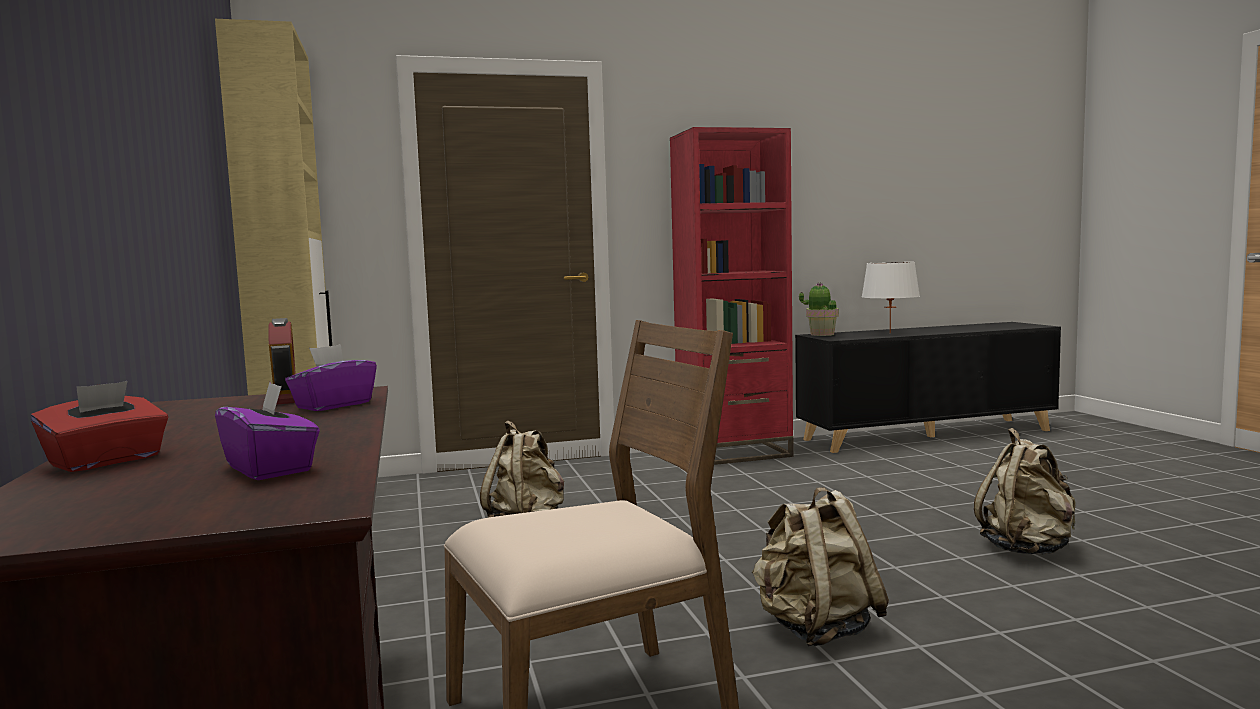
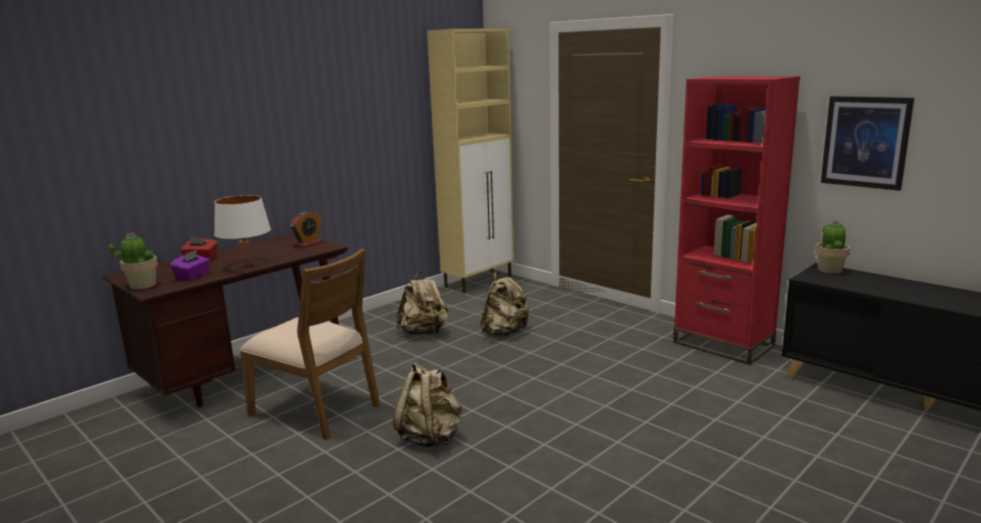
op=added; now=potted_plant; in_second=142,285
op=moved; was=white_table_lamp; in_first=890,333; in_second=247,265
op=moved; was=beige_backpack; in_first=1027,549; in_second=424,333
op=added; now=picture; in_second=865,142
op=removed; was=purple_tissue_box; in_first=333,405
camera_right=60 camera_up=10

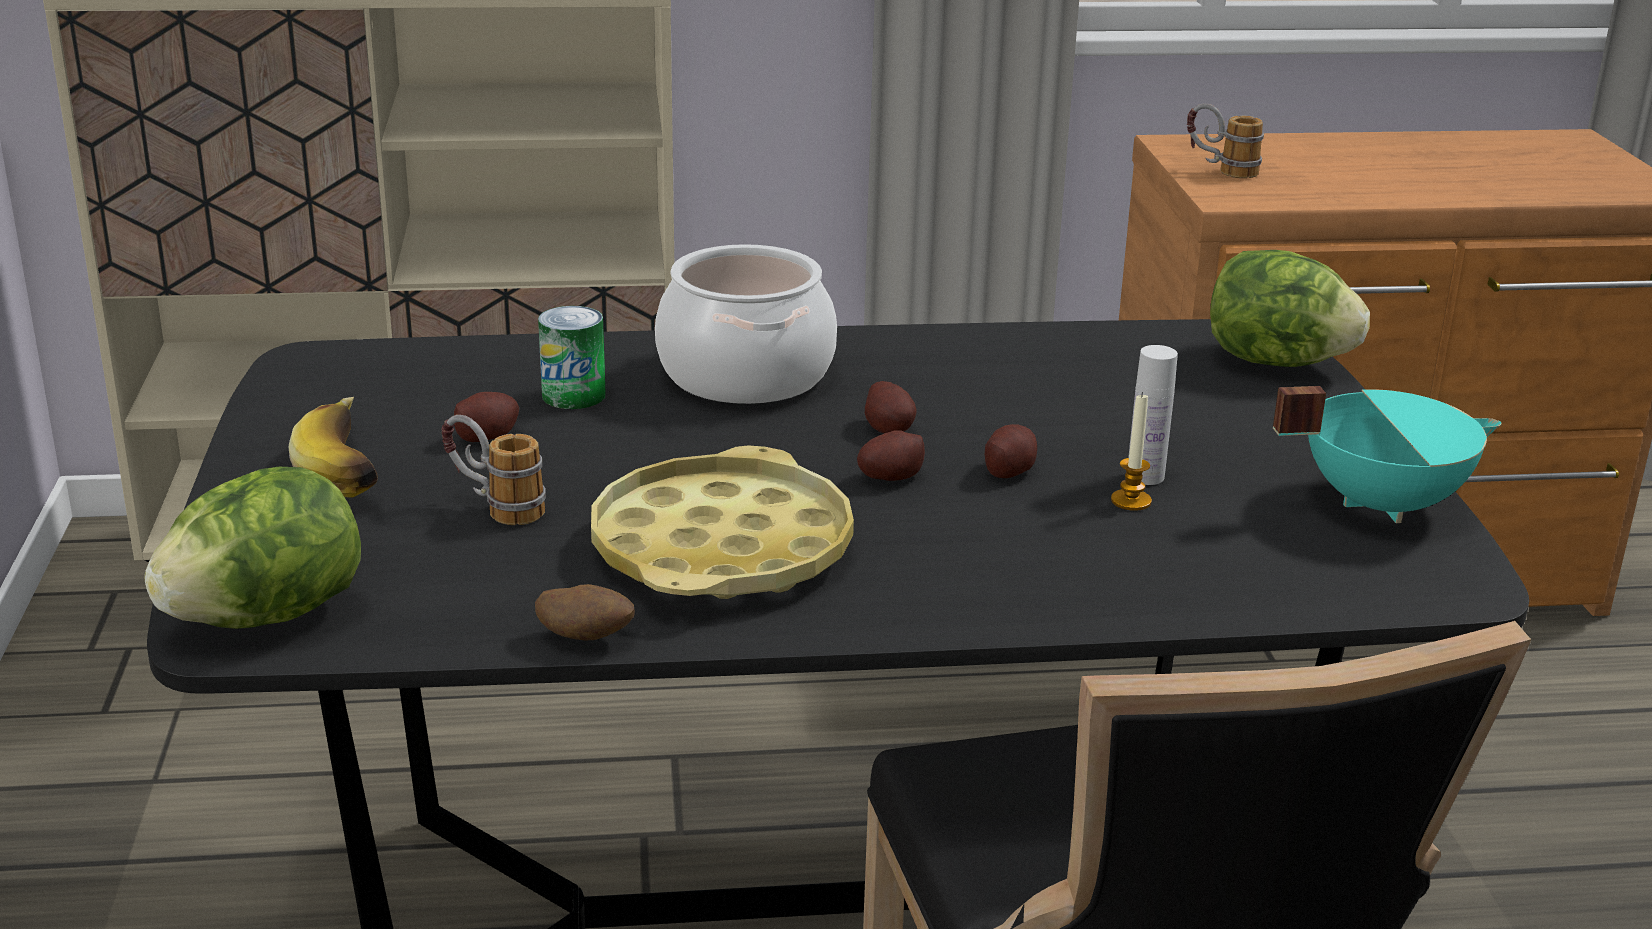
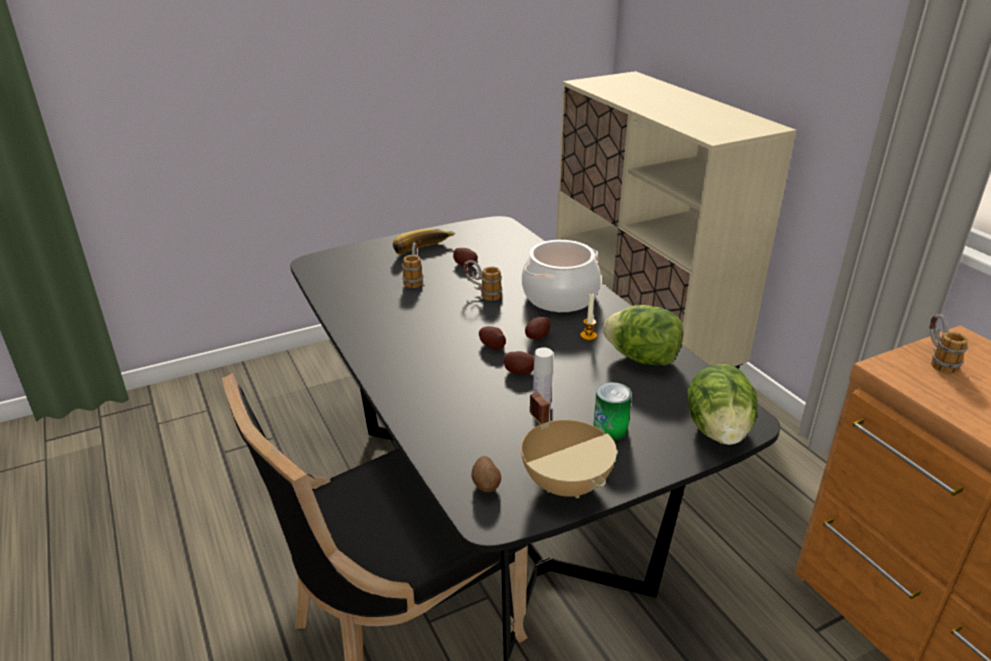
op=added; now=mug; in_second=482,294
op=moved; was=potato; in_first=586,638; in_second=486,486
op=recoloured; was=turquoise_cooking_pot; now=beige_cooking_pot; in_first=1380,502; in_second=567,483
op=moved; was=candle; in_first=1131,501; in_second=588,336
op=moved; was=can; in_first=573,395; in_second=610,429
op=moved; was=lettuce; in_first=267,616; in_second=642,358
op=removed; was=yellow_tray; in_first=722,548
camera_right=70 camera_up=5

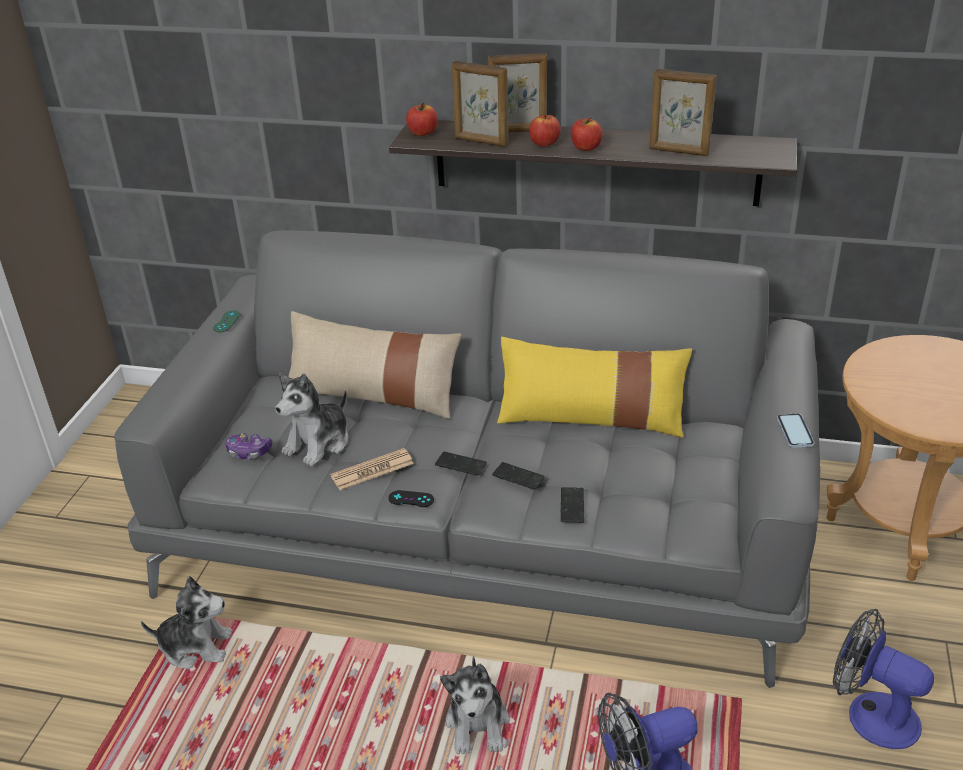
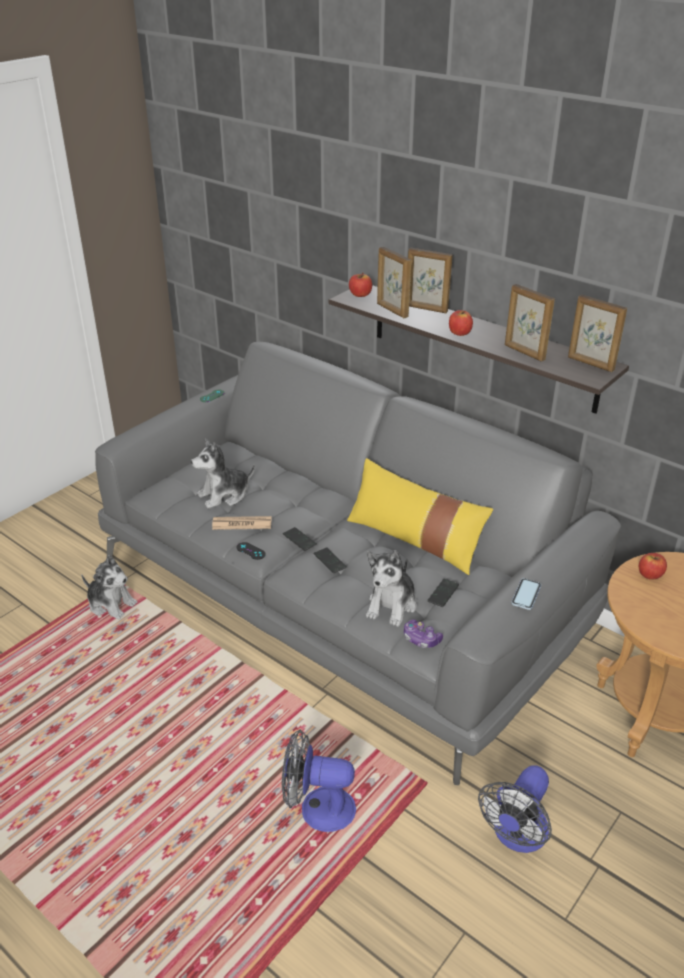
op=moved; was=plush_toy; in_first=478,723; in_second=392,605
op=moved; was=game_controller; in_first=249,452; in_second=421,639
op=moved; was=phone; in_first=572,506; in_second=443,593
op=turned; was=fan; in_first=871,714; in_second=516,836; clockwise=-120
op=added; now=picture_frame; in_second=590,364
op=moved; was=apple; in_first=544,143; in_second=650,575
op=removed; was=beige_pillow; in_first=373,394
camera_right=25 camera_up=0

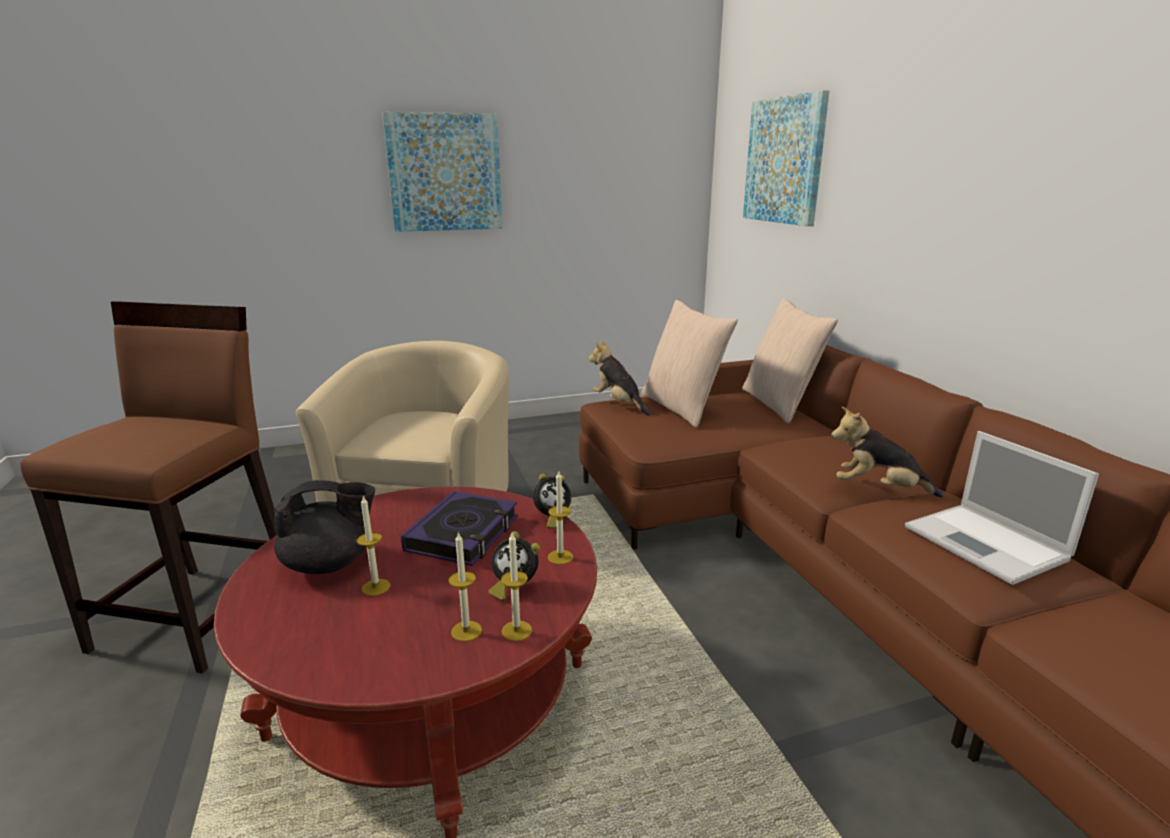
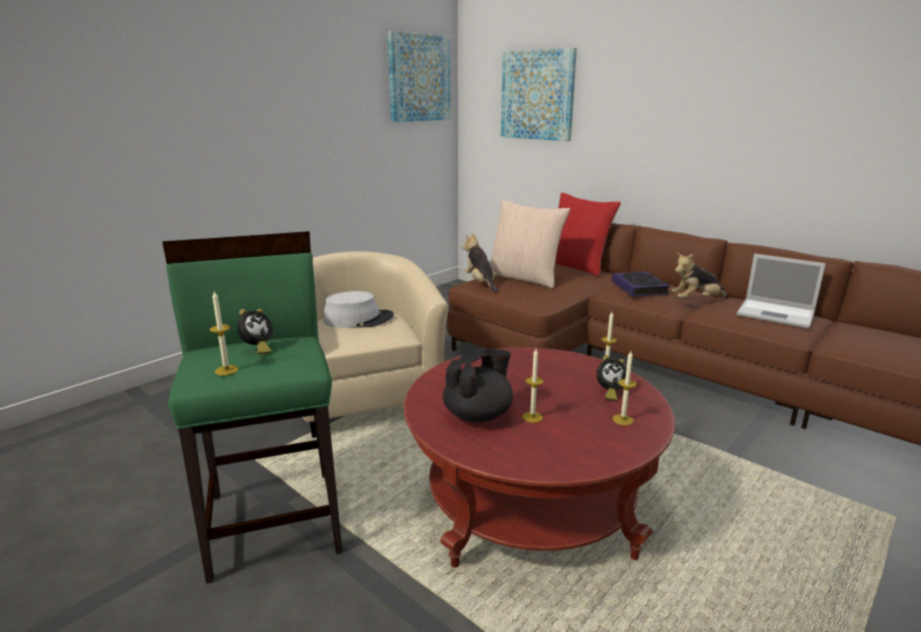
op=recoloured; was=brown_stool; now=green_stool; in_first=200,614; in_second=275,521
op=moved; was=candle; in_first=516,631; in_second=226,370
op=moved; was=alarm_clock; in_first=551,519; in_second=257,349
op=added; now=grey_hat; in_second=358,319
op=moved; was=picture; in_first=444,173; in_second=419,78
op=turned; was=plush_toy; in_first=619,404; in_second=480,283; clockwise=45
op=recoloured; was=beige_pillow; now=red_pillow; in_first=779,404; in_second=576,266
op=moved; was=book; in_first=463,534; in_second=639,288
camera_right=-30 camera_up=0

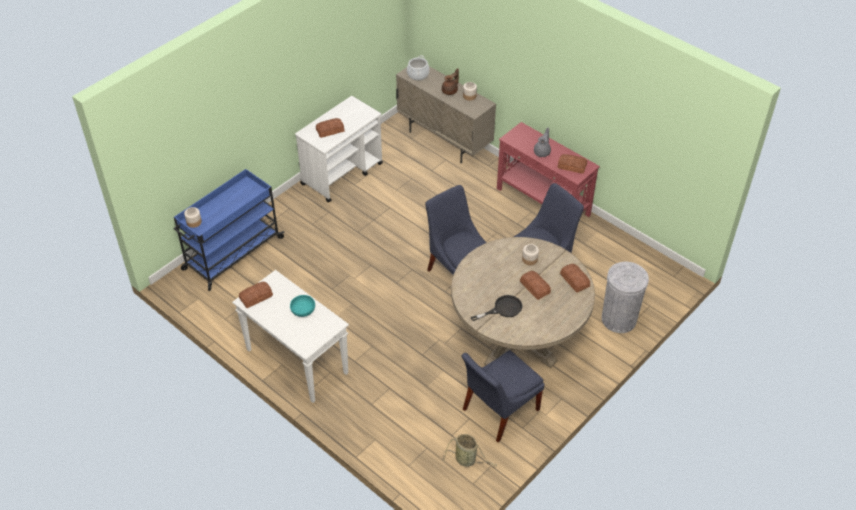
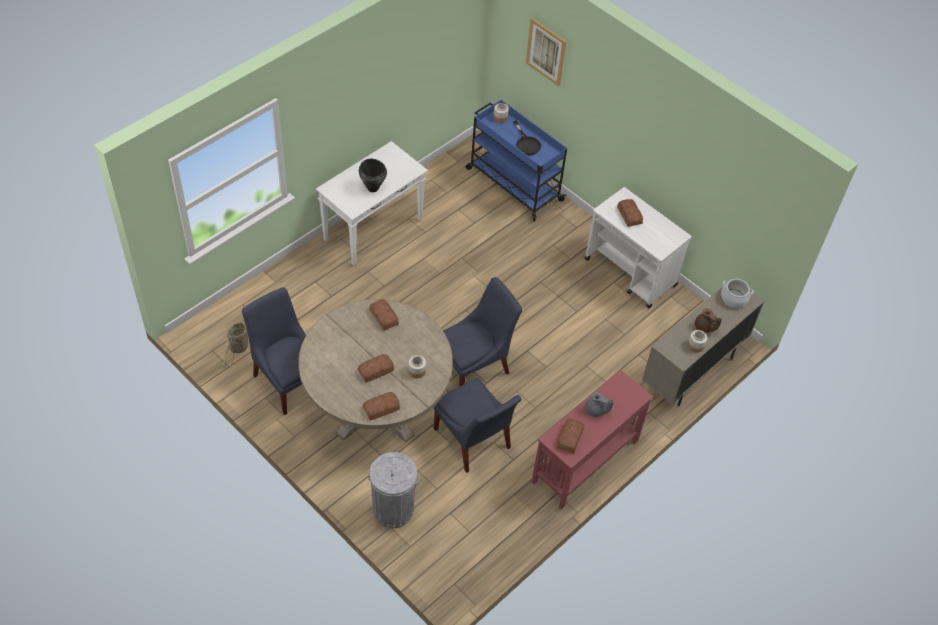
op=replaced; was=turquoise_bowl; now=black_cooking_pot; in_first=303,310; in_second=373,188
op=moved; was=bread; in_first=256,297; in_second=383,317
op=moved; was=black_frying_pan; in_first=503,309; in_second=526,143
op=added; now=picture; in_second=546,52
camera_right=90 camera_up=5

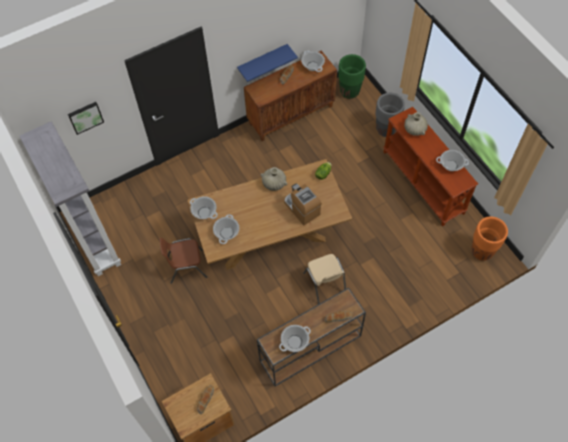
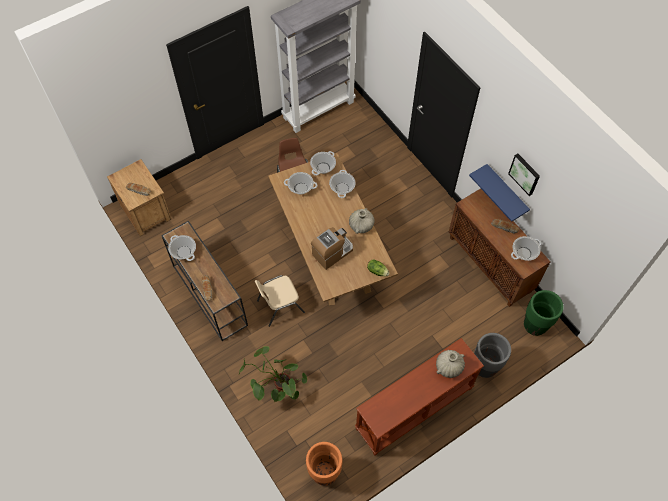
op=added; now=potted_plant; in_second=276,387
op=moved; was=cooking_pot; in_first=451,165; in_second=342,188
op=moved; was=picture; in_first=85,117; in_second=525,173
camera_right=85 camera_up=0

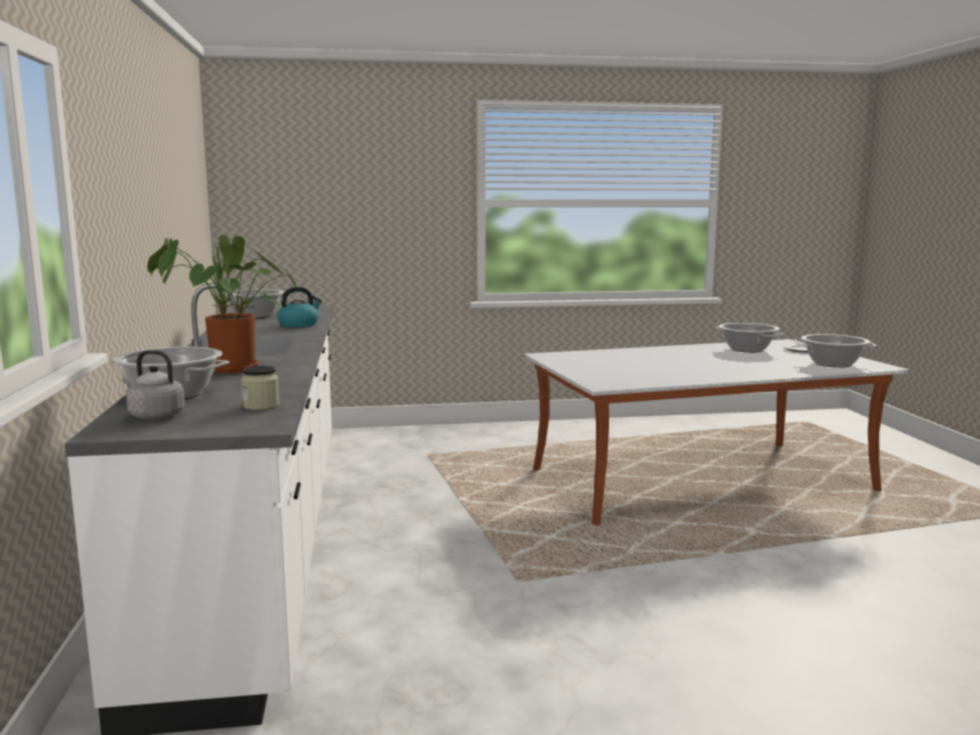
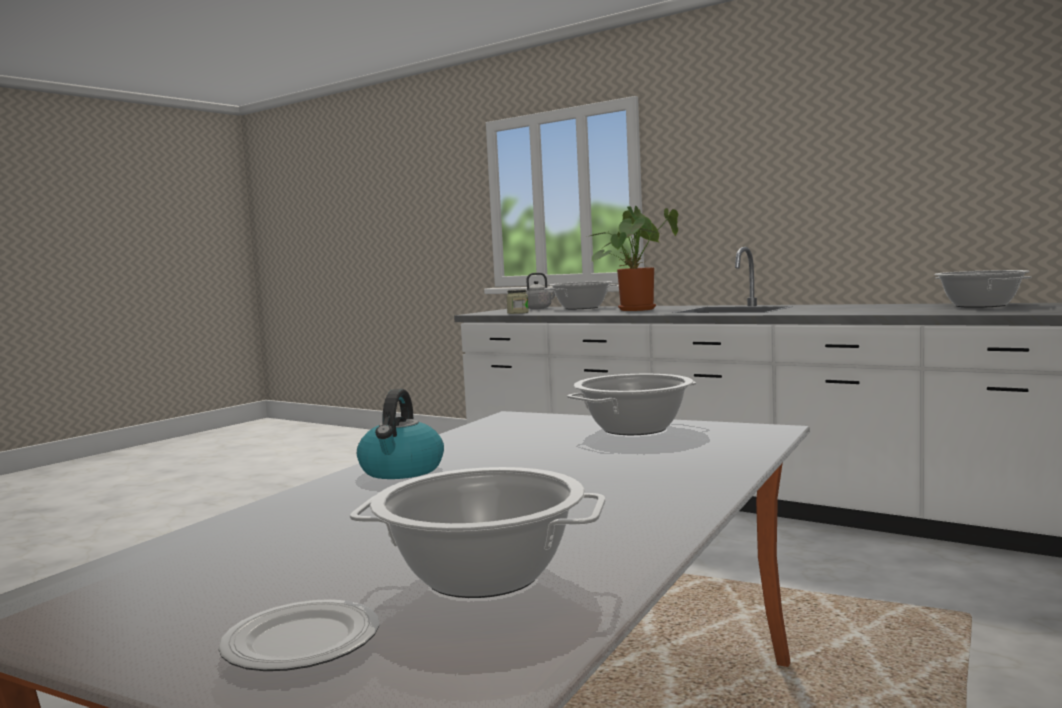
op=moved; was=kettle; in_first=299,325; in_second=402,471
op=moved; was=cooking_pot; in_first=833,364; in_second=634,429
camera_right=135 camera_up=-5

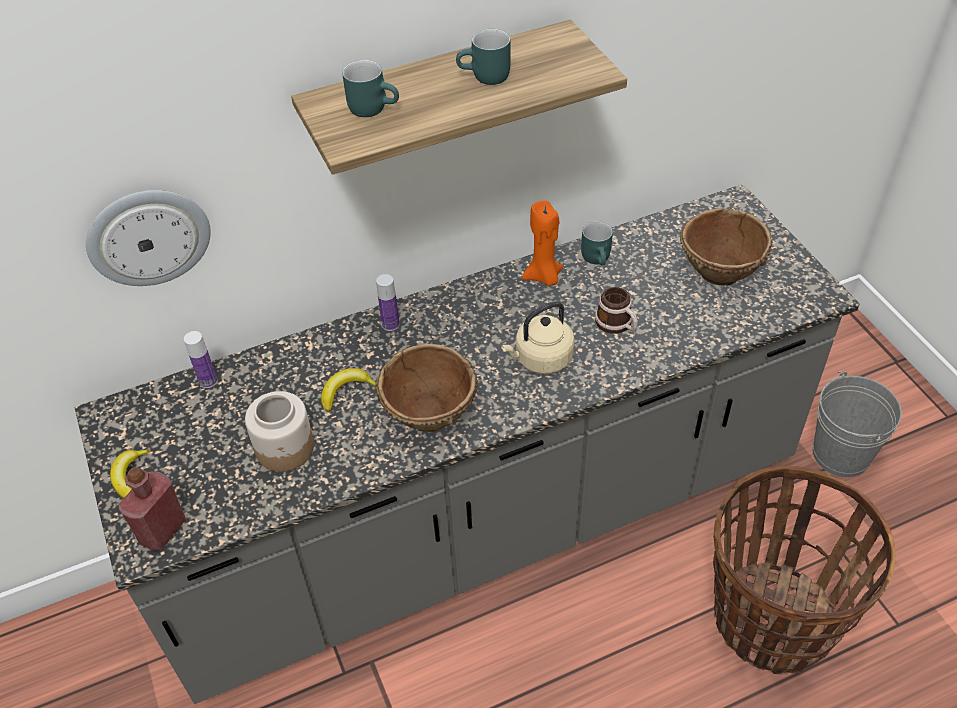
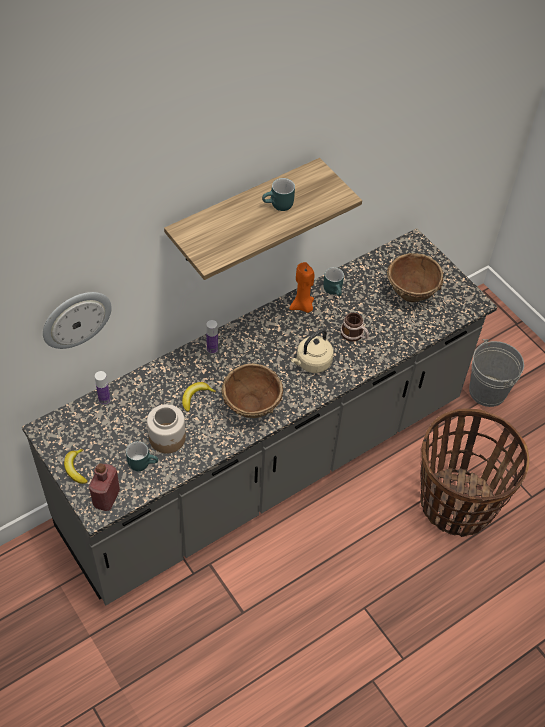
op=moved; was=turquoise_mug; in_first=374,107; in_second=142,462
camera_right=-15 camera_up=5

